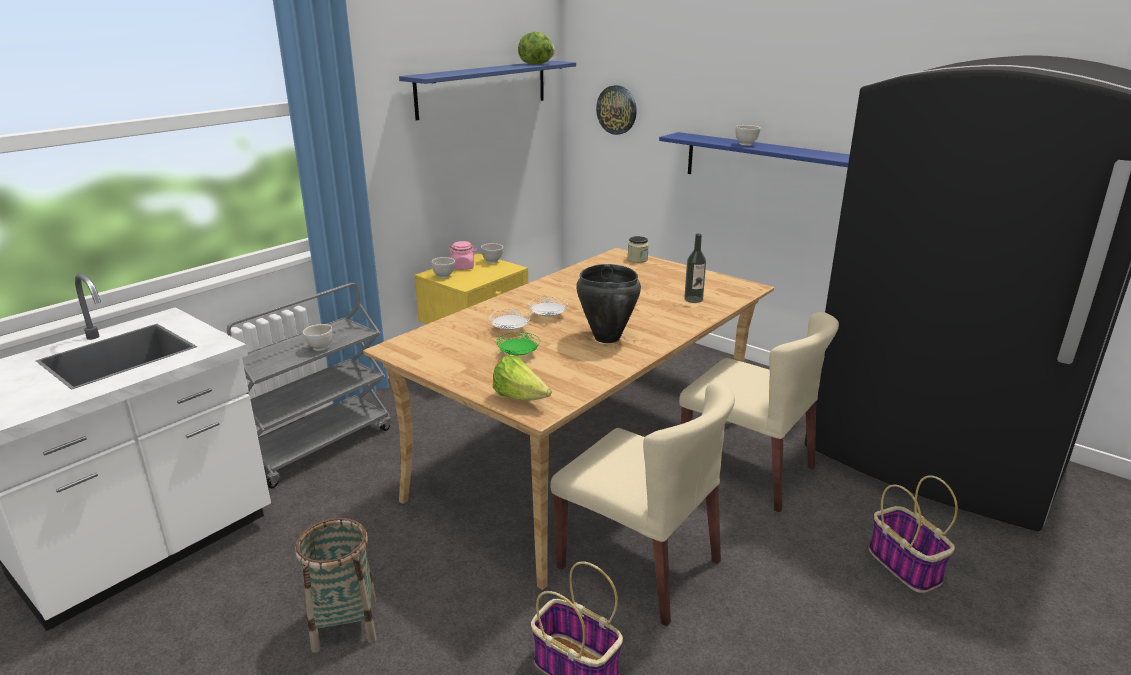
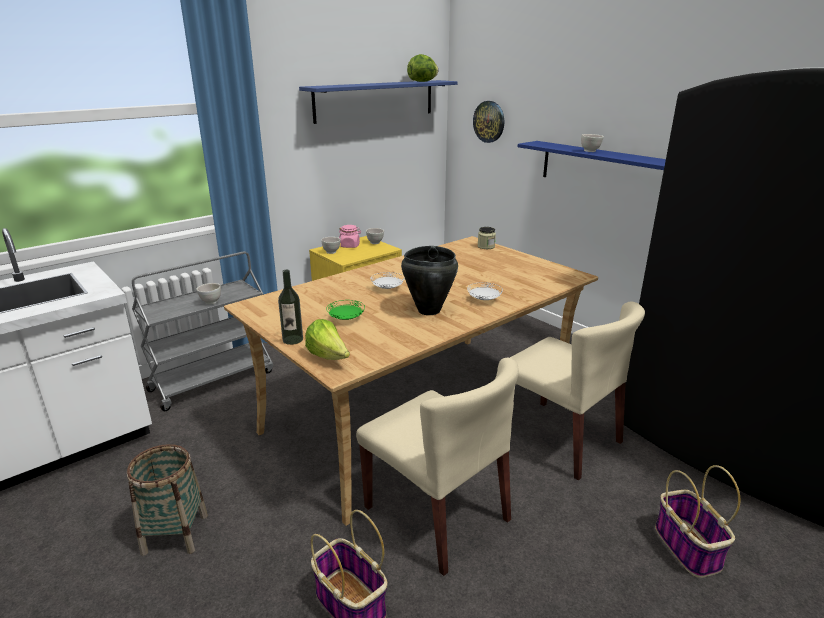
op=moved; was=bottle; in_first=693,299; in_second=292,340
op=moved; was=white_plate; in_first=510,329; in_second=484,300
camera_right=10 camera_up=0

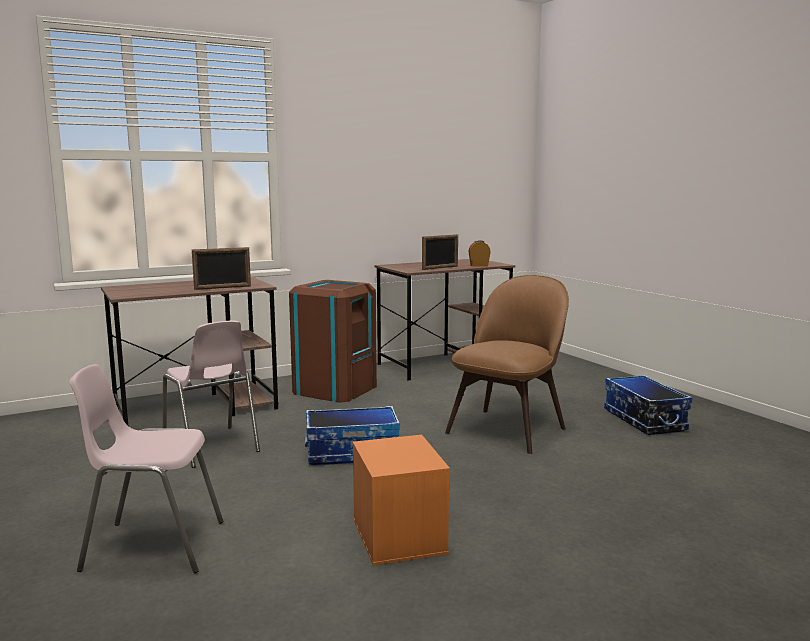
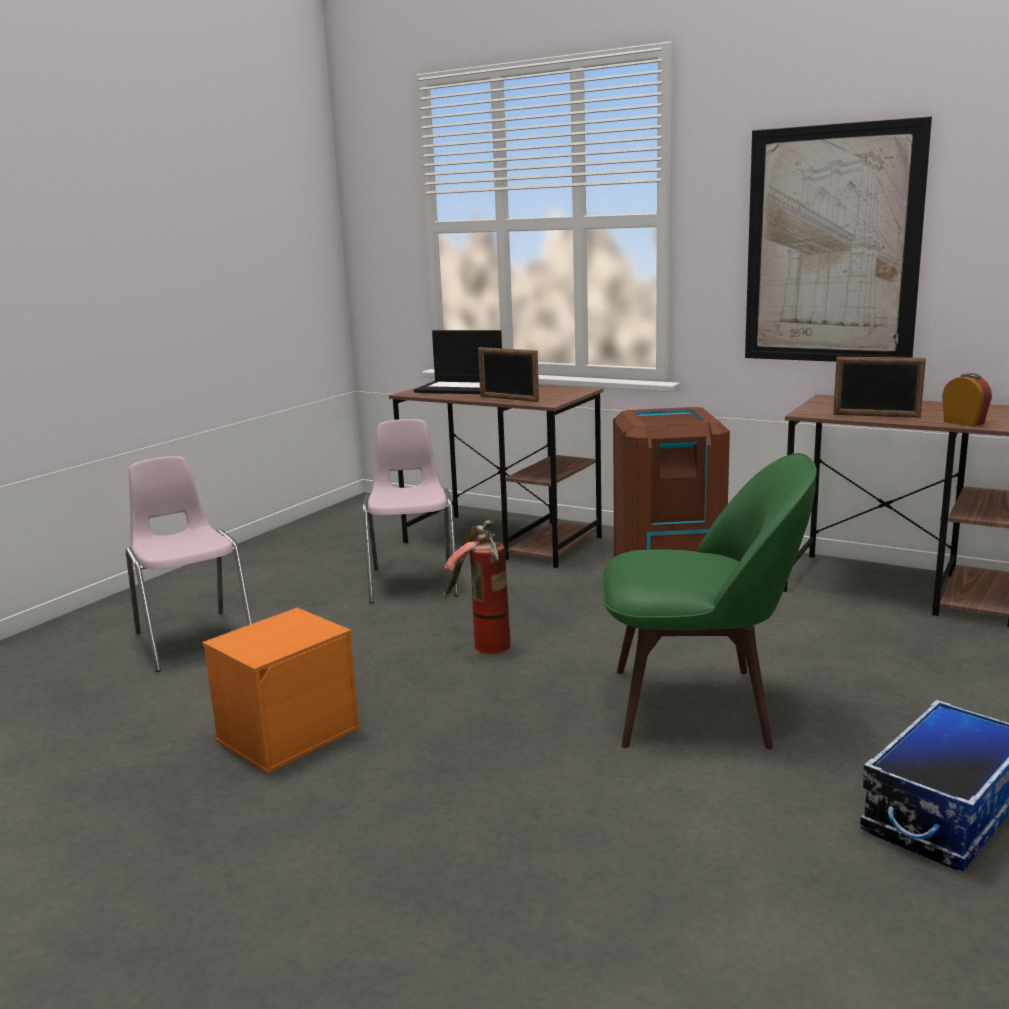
op=turned; was=pink_chair; in_first=211,447; in_second=414,582; clockwise=150
op=added; now=laptop; in_second=460,388
op=replaced; was=storage_box; now=fire_extinguisher; in_first=352,453; in_second=479,643
op=recoloured; was=brown_chair; now=green_chair; in_first=508,429; in_second=698,706
op=added; now=picture; in_second=831,246
camera_right=60 camera_up=5

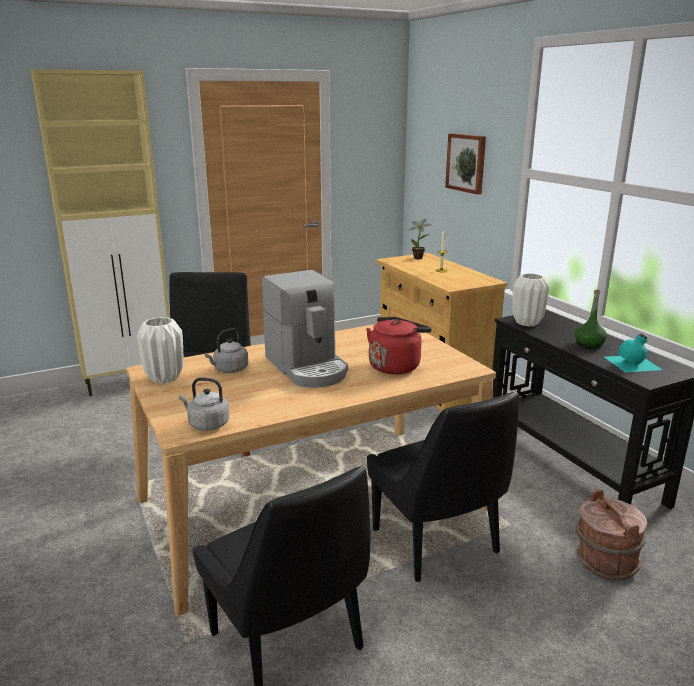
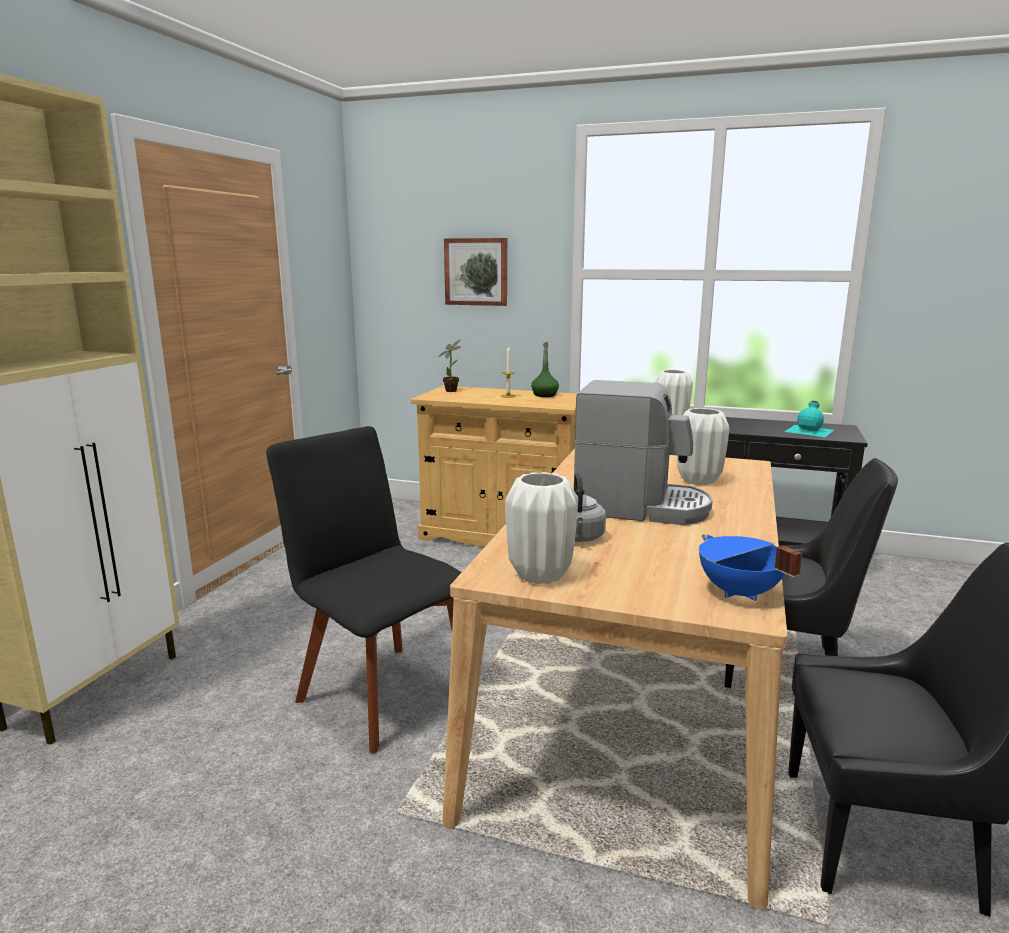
op=moved; was=green_bottle; in_first=589,344; in_second=544,395
op=replaced; was=red_kettle; now=white_vase; in_first=396,366; in_second=699,480
op=replaced; was=grey_kettle; now=blue_cooking_pot; in_first=207,424; in_second=738,593
op=removed; was=brown_bucket; in_first=605,561
camera_right=-45 camera_up=-5

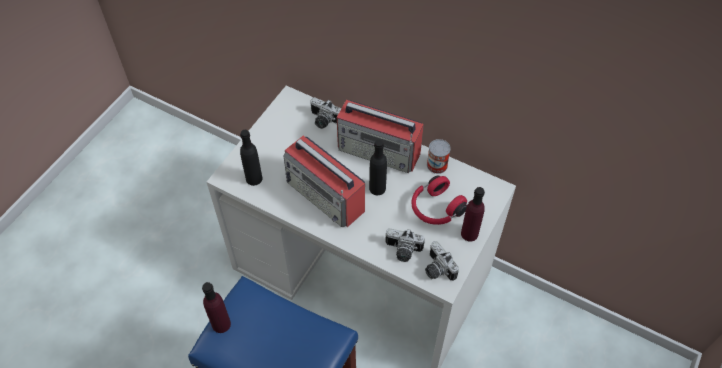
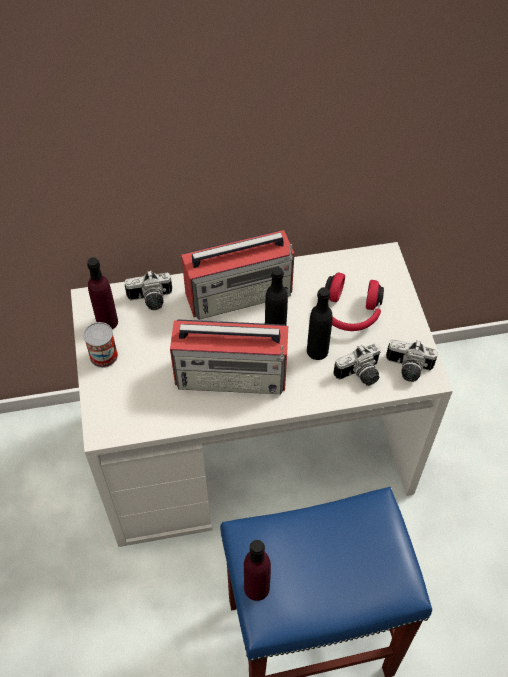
op=moved; was=can; in_first=437,165; in_second=103,356
op=moved; was=purple_bottle; in_first=469,233; in_second=107,322
op=moved; was=black_bottle; in_first=254,178; in_second=317,351
camera_right=-40 camera_up=0

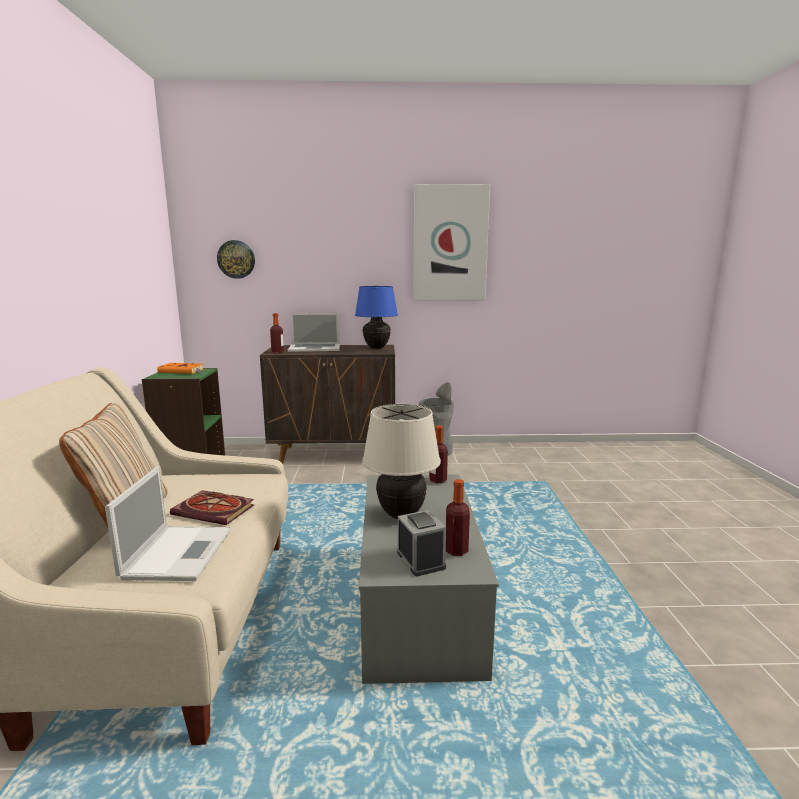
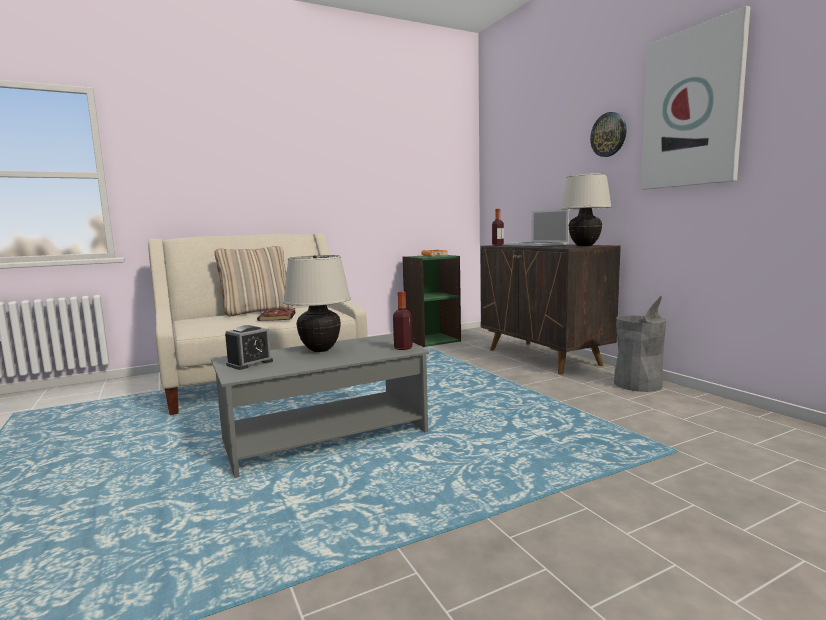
op=recoloured; was=blue_table_lamp; now=beige_table_lamp; in_first=377,348; in_second=584,246
op=moved; was=wall_clock; in_first=236,259; in_second=608,134
op=removed; was=laptop; in_first=178,552
op=removed; was=bottle; in_first=456,550
camera_right=65 camera_up=-5

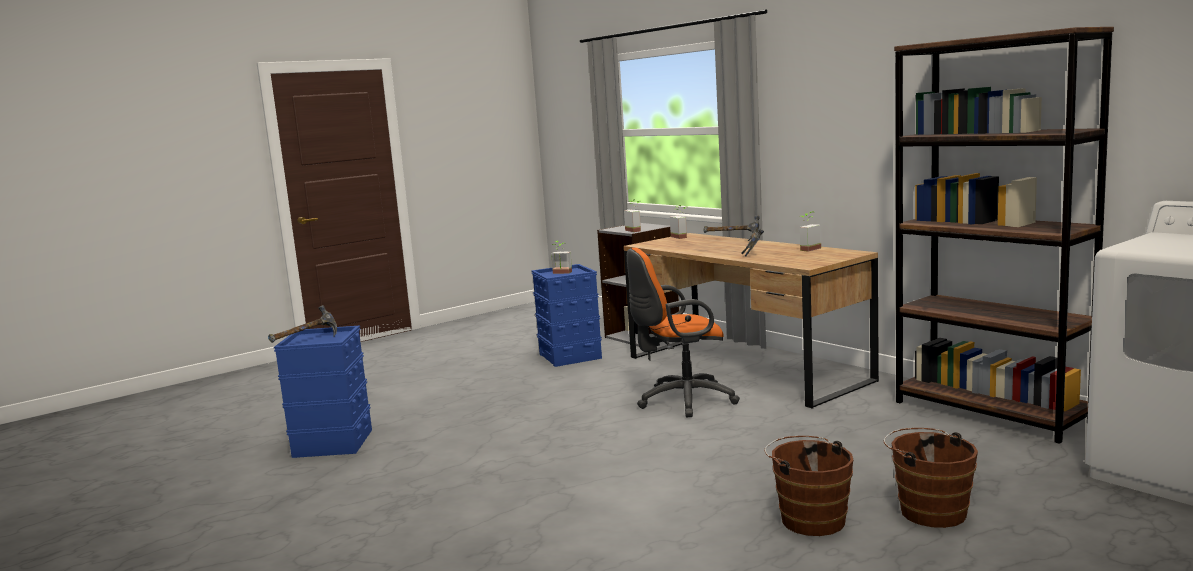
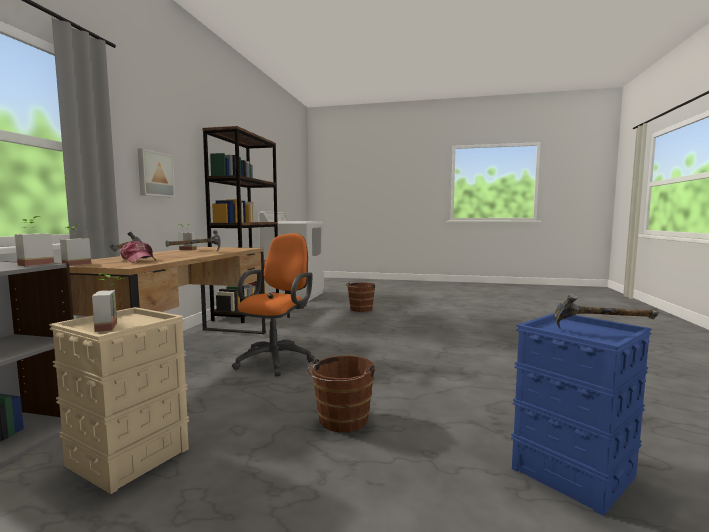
op=recoloured; was=blue_storage_box; now=beige_storage_box; in_first=571,356; in_second=129,456
op=added; now=cap; in_second=139,260
op=added; now=picture; in_second=155,174
op=turned; was=orange_office_chair; in_first=681,401; in_second=277,360; clockwise=-105
op=moved; was=brown_bucket; in_first=809,519; in_second=341,421
camera_right=-130 camera_up=-5

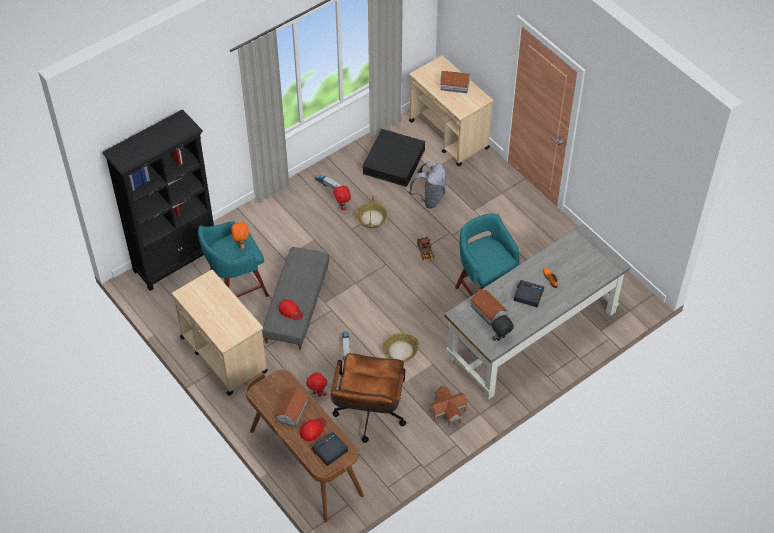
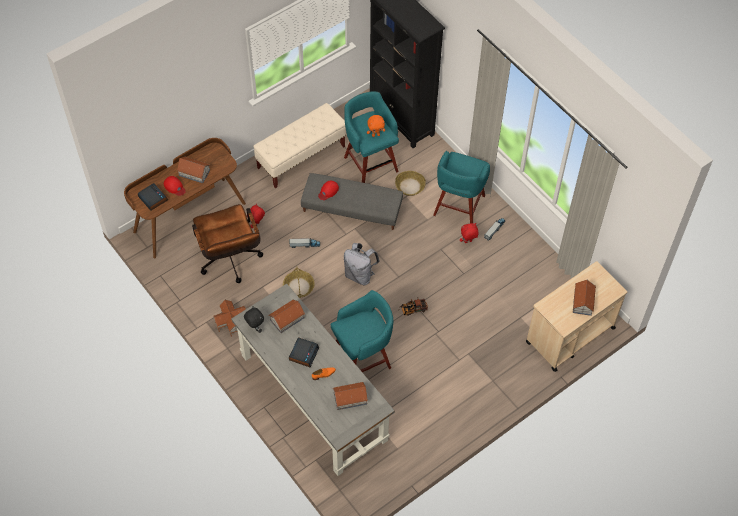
op=turned; was=brown_office_chair; in_first=369,416; in_second=231,262; clockwise=-120
op=replaced; was=beige_cart; now=beige_bench; in_first=223,354; in_second=301,157
op=added; now=toy_house; in_second=350,398
op=moved; was=grey_backpack; in_first=429,198; in_second=360,275
op=moved; was=basket; in_first=371,218; in_second=410,186
op=added; now=turquoise_stool; in_second=458,207
op=removed; was=black_storage_box; in_first=394,162
camera_right=90 camera_up=5

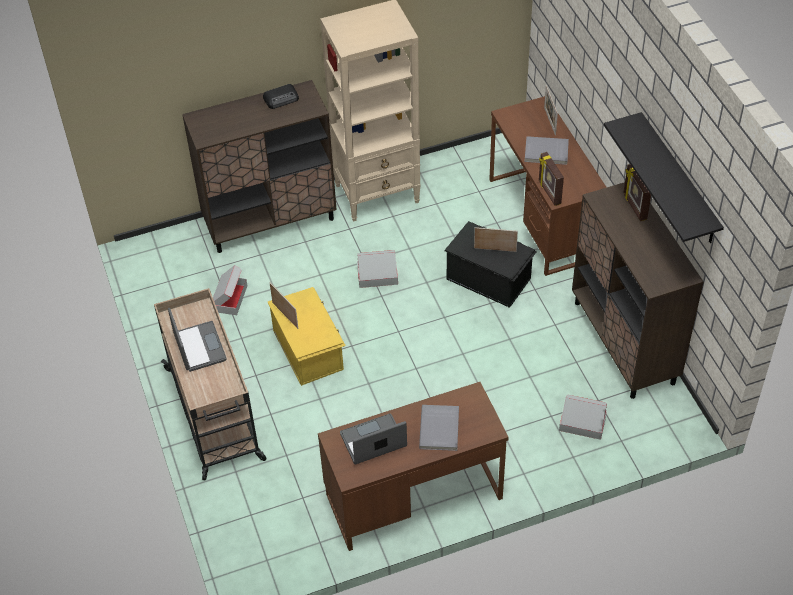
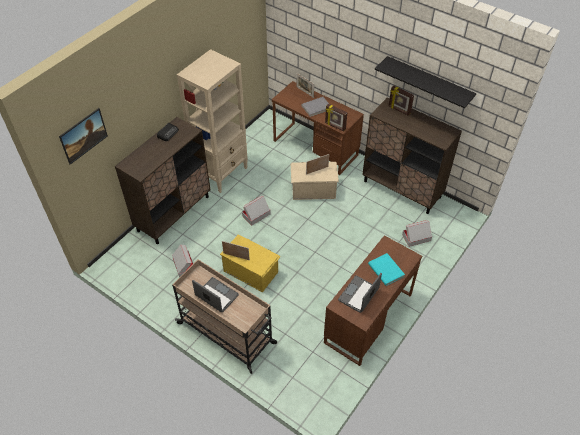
op=added; now=picture; in_second=86,142
op=recoloured; was=black_storage_box; now=beige_storage_box; in_first=488,277; in_second=313,189
op=recoloured; was=grey_book; now=turquoise_book; in_first=440,429; in_second=386,270
camera_right=-35 camera_up=0

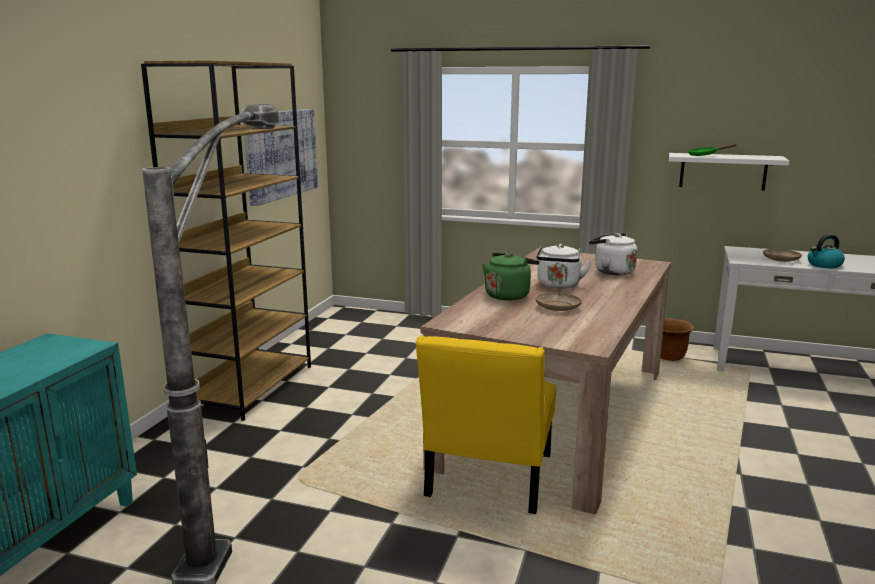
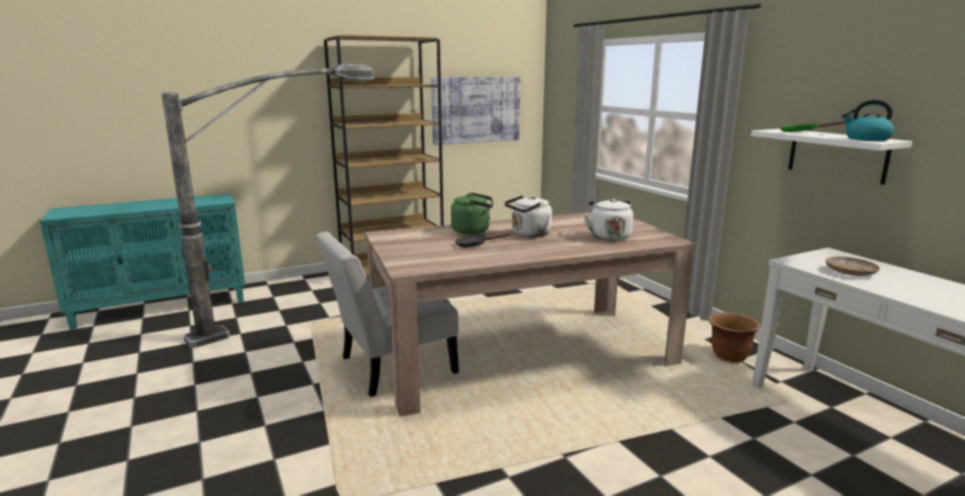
op=recoloured; was=yellow_chair; now=white_chair; in_first=487,480; in_second=391,367
op=replaced; was=beige_plate; now=black_frying_pan; in_first=557,307; in_second=475,245
op=moved; was=kettle; in_first=824,265; in_second=866,139
camera_right=45 camera_up=0

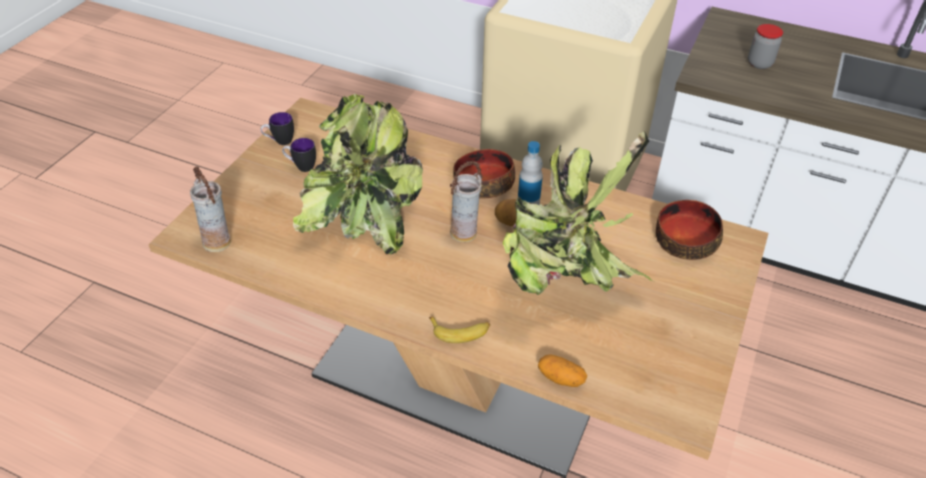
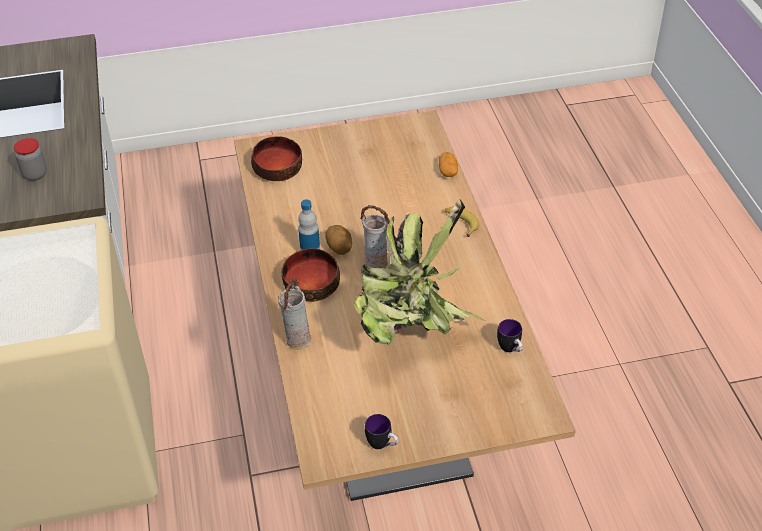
op=moved; was=vase; in_first=218,242; in_second=297,340
op=moved; was=mug; in_first=301,166; in_second=510,350
op=removed; was=potted_plant; in_first=563,282
camera_right=-125 camera_up=0

